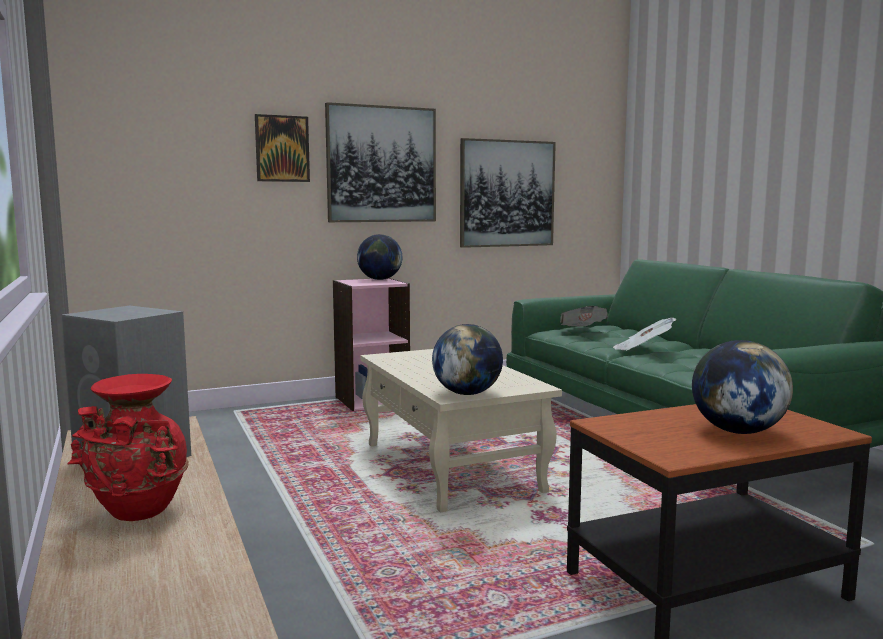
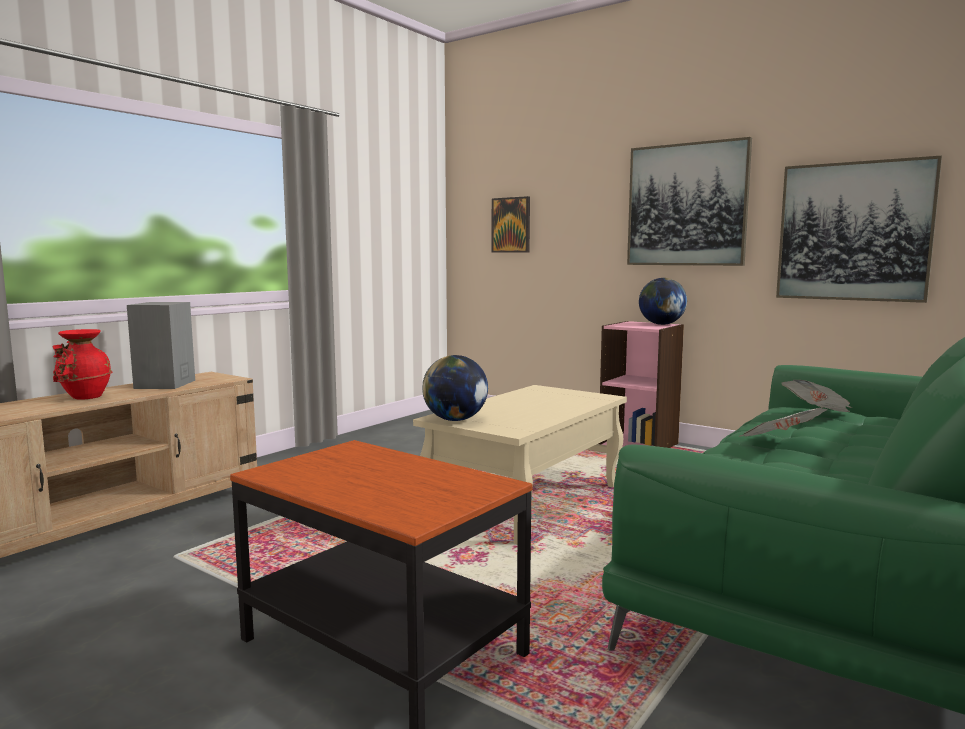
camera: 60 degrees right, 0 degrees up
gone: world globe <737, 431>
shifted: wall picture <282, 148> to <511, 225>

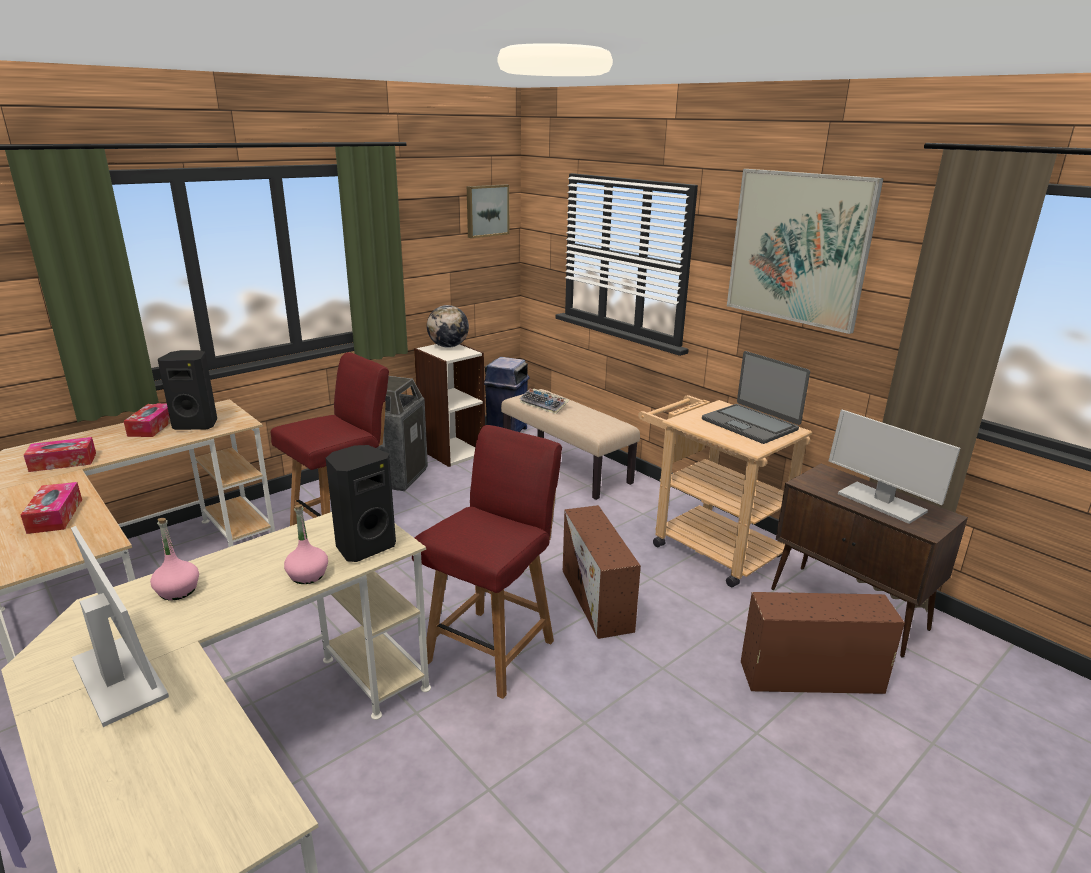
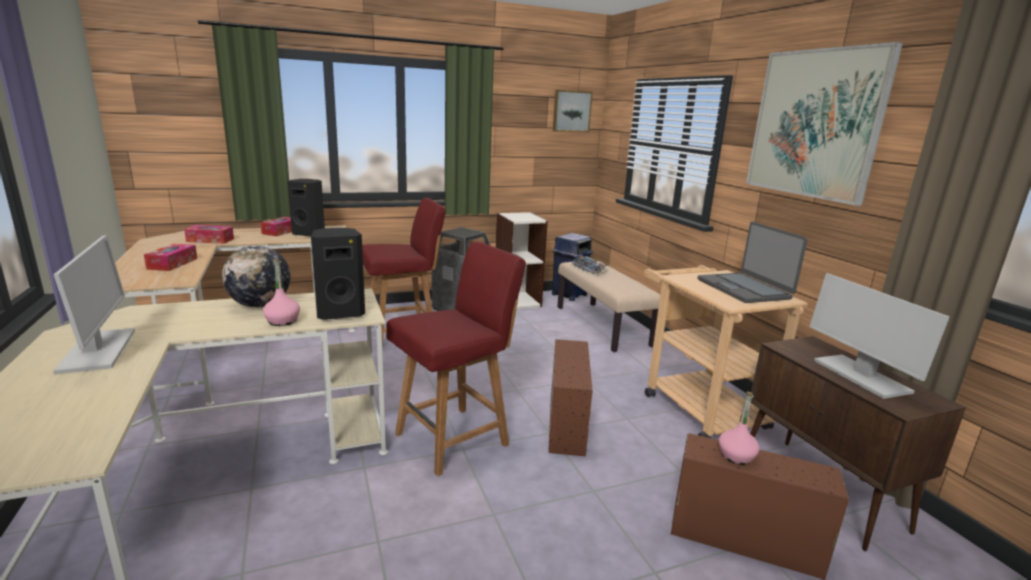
camera: 20 degrees right, 5 degrees down
shifted: world globe <448, 346> to <260, 305>; pink beverage bottle <178, 590> to <736, 456>

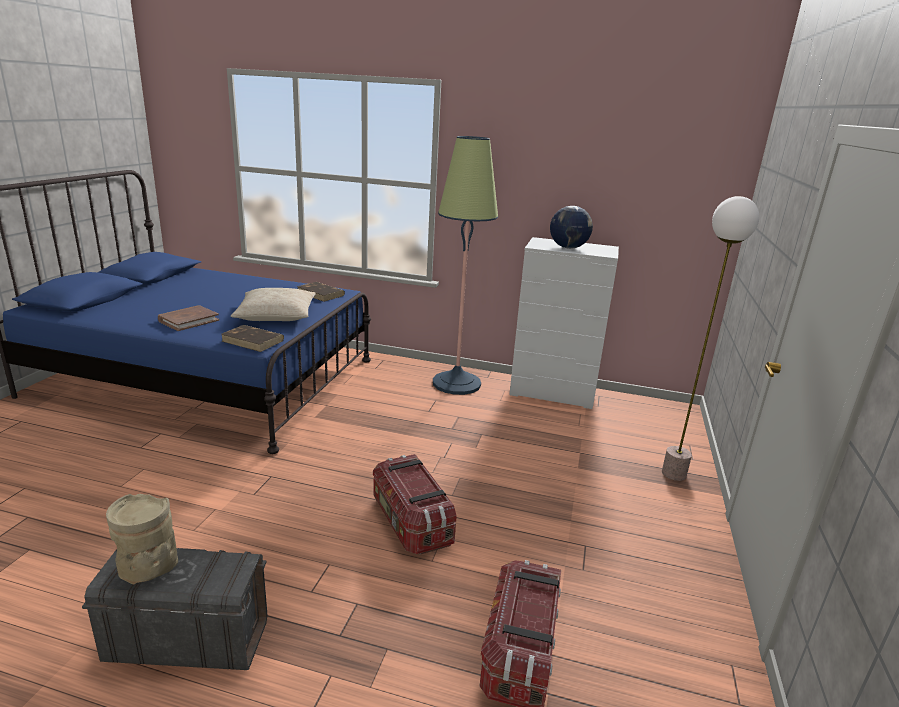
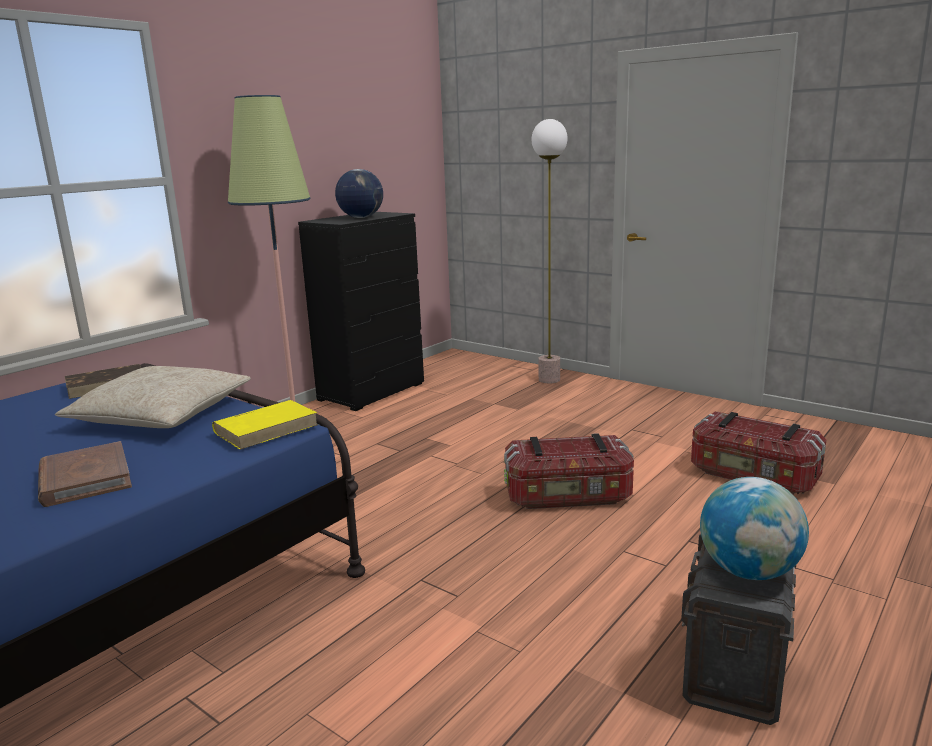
camera: 65 degrees left, 5 degrees down
swapped: beige-coloured vase <148, 570> to world globe <749, 571>
repainted: whitish chest of drawers <553, 392> to black-coloured chest of drawers <372, 392>; brown-coloured book <253, 341> to yellow-coloured book <267, 428>

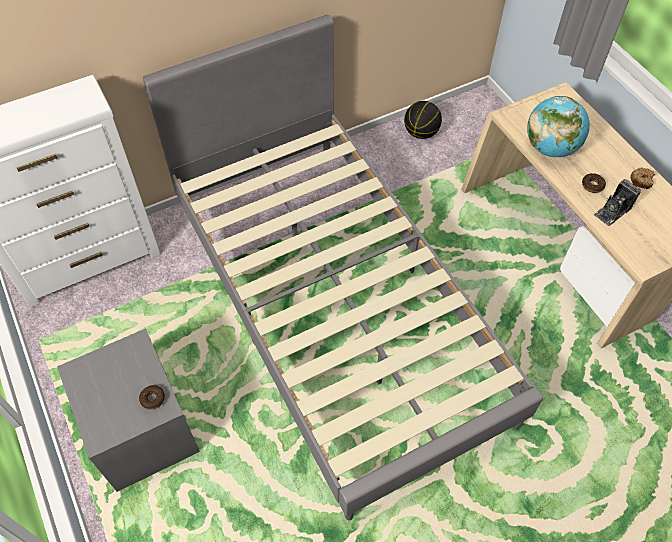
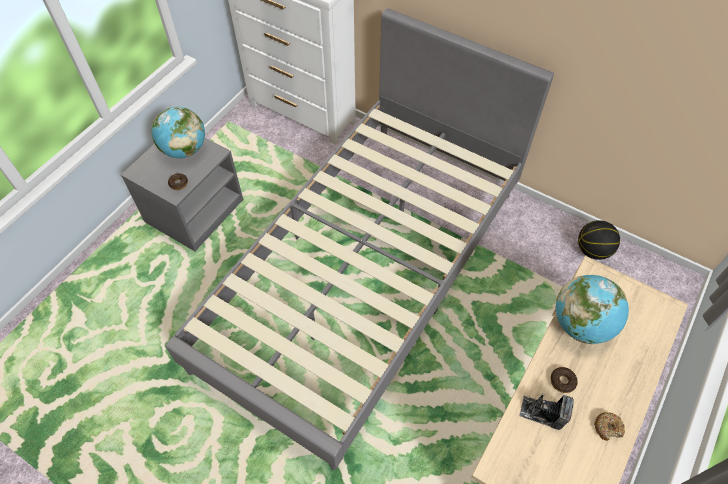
camera: 60 degrees right, 0 degrees up
new: world globe <184, 150>

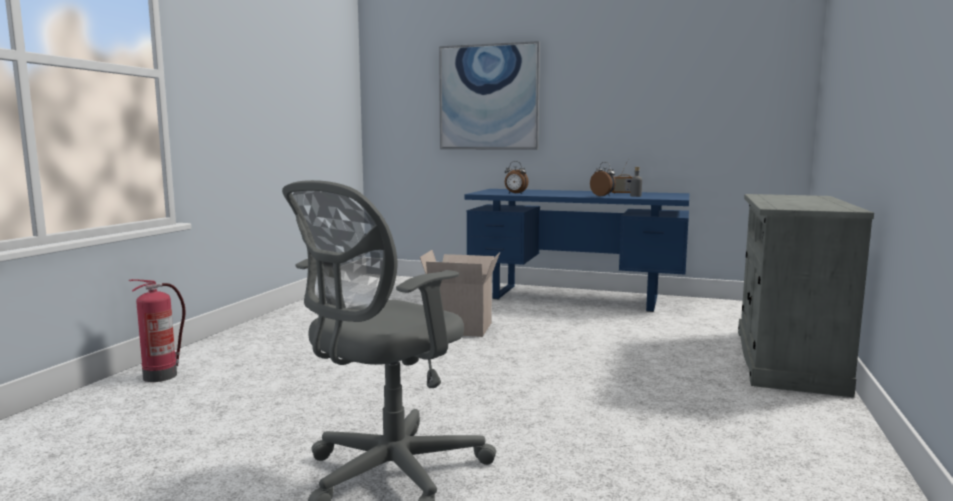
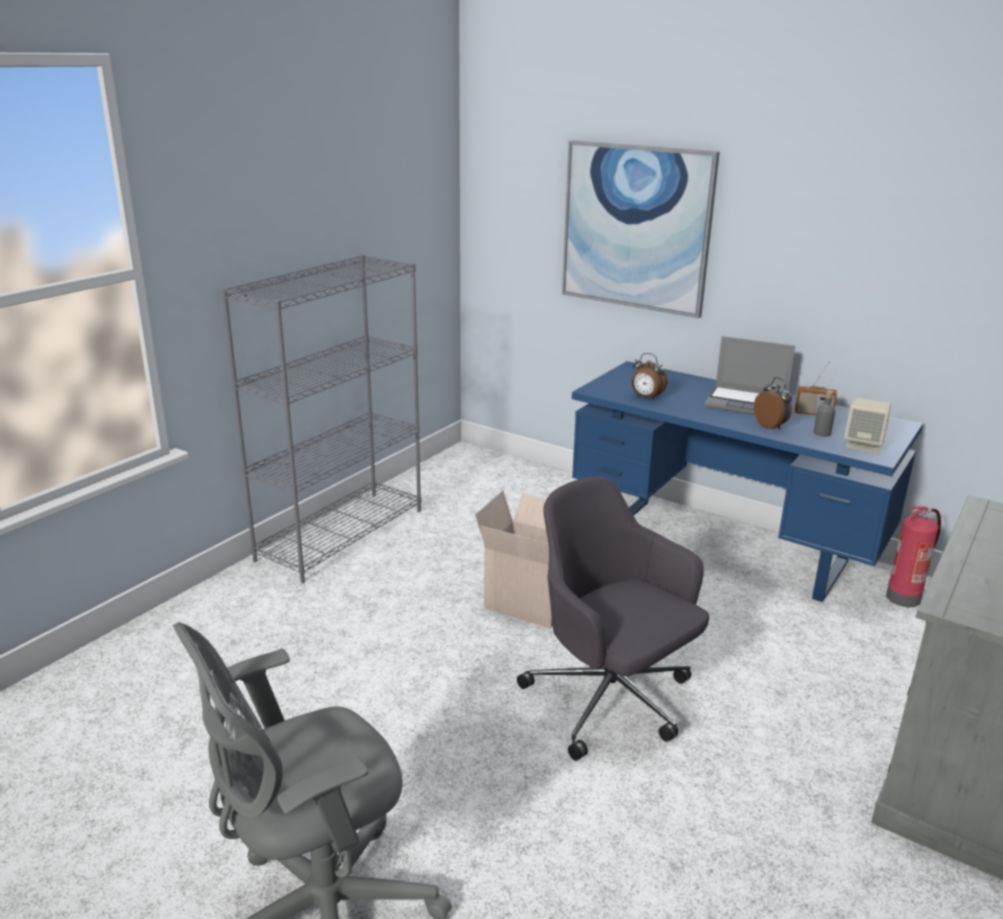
camera: 15 degrees right, 15 degrees up
new: grey bookcase <341, 534>; laptop <747, 404>; beige-coloured speaker <863, 445>; grey computer chair <611, 701>
shifted: fire-fighting cylinder <162, 375> to <904, 597>

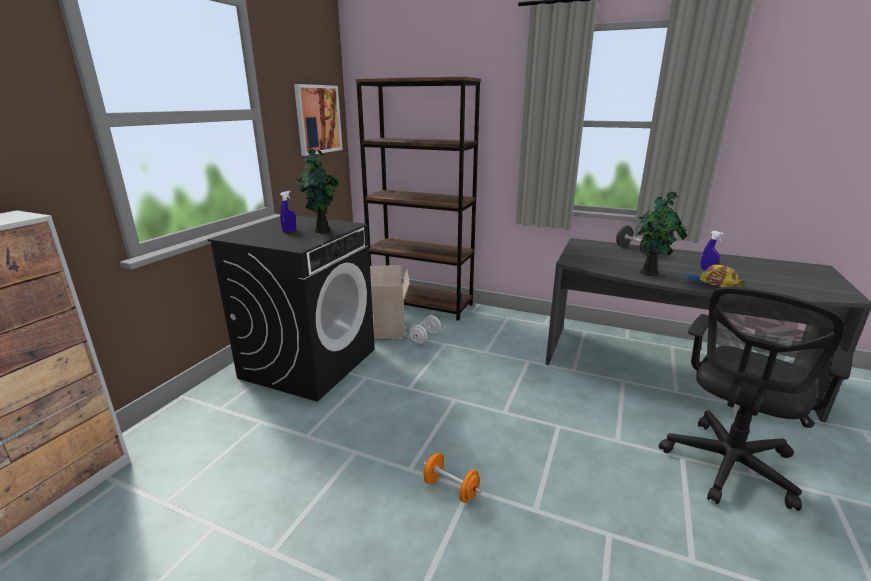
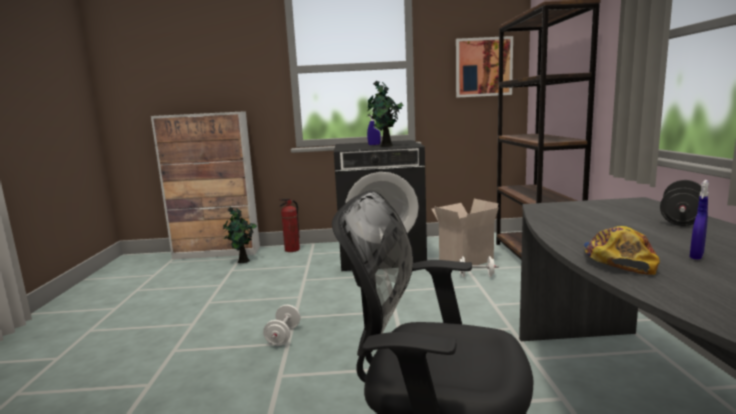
camera: 65 degrees right, 10 degrees down
new: fire-fighting cylinder <292, 250>
shifted: potted plant <650, 273> to <243, 261>
repainted: orange hand weight <451, 489> to whitish hand weight <283, 336>

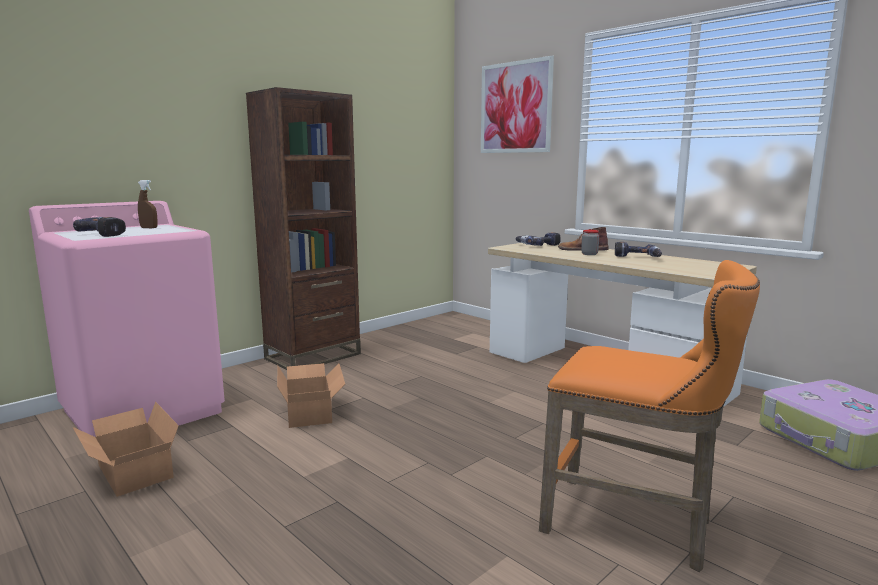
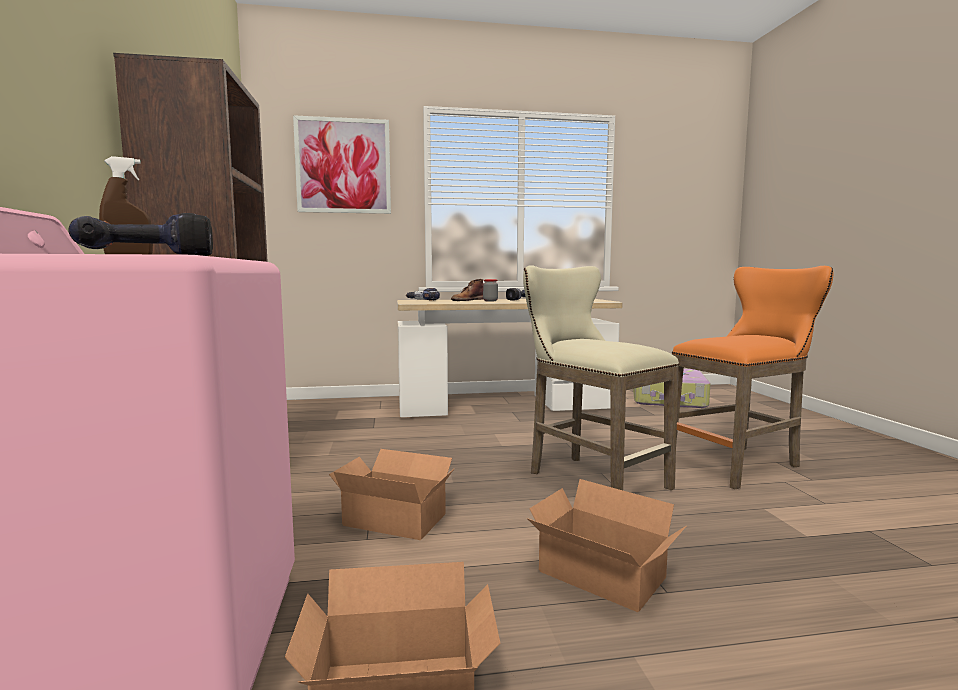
camera: 55 degrees left, 5 degrees down
new: beige-coloured sitting stool <590, 479>; cardboard box <602, 577>

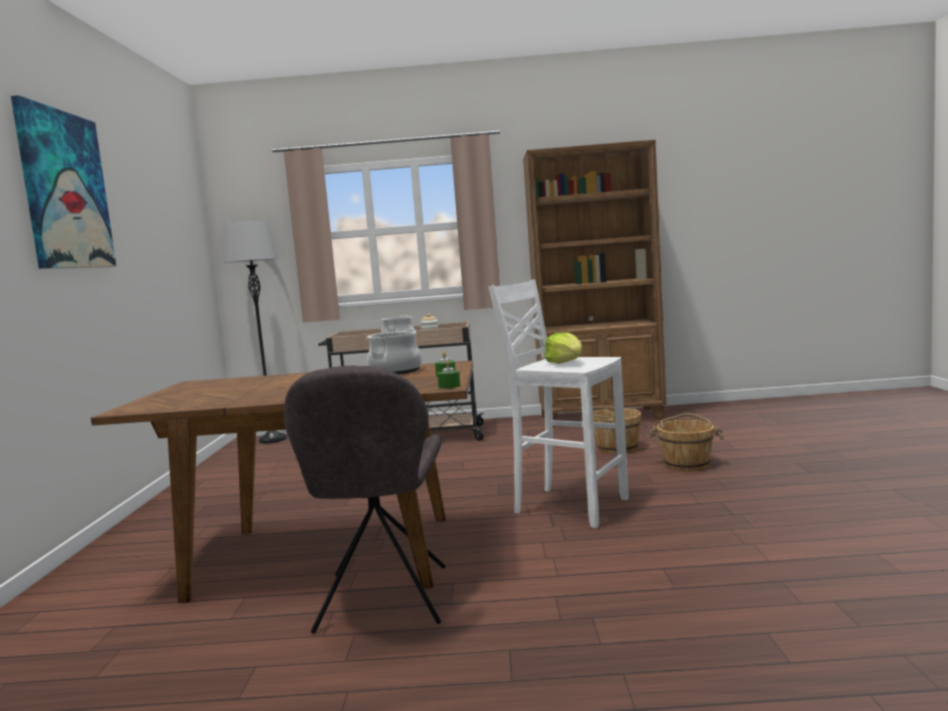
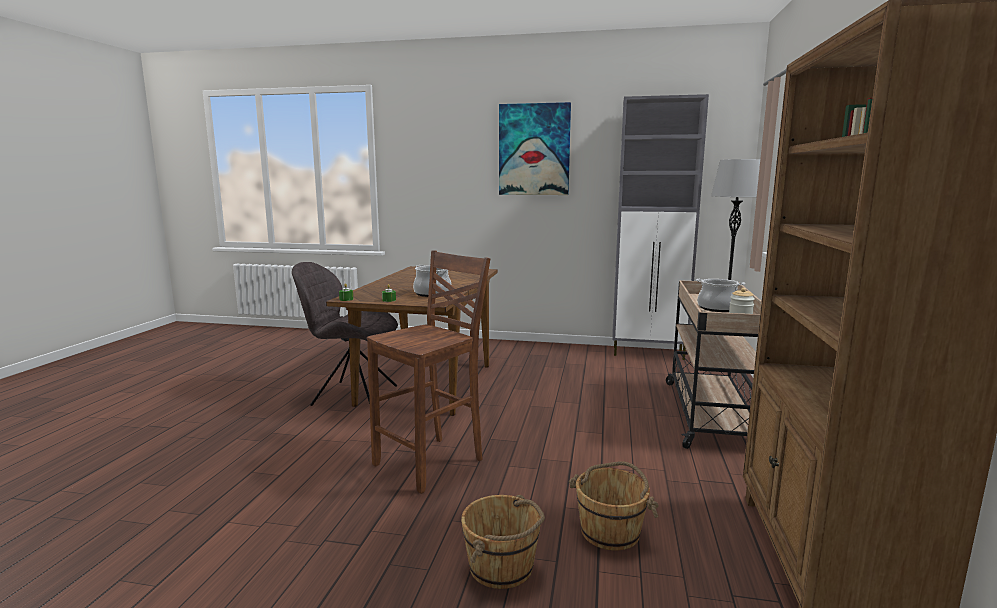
camera: 100 degrees right, 5 degrees up
gone: lettuce head <565, 362>
new: grey cabinet <649, 353>
repainted: whitish sitting stool <568, 506> to brown-coloured sitting stool <432, 462>

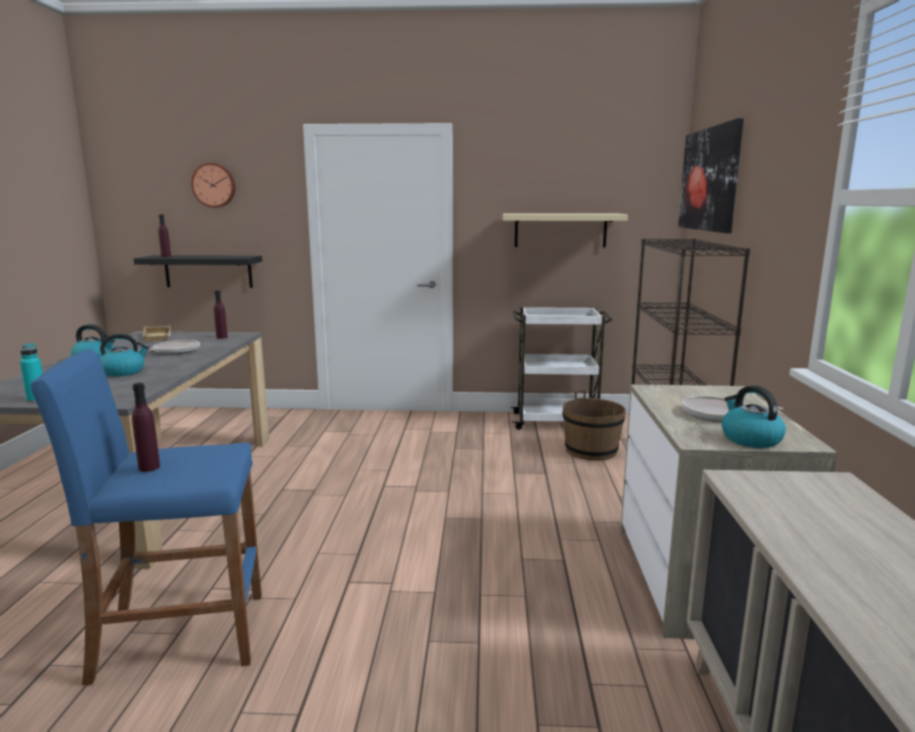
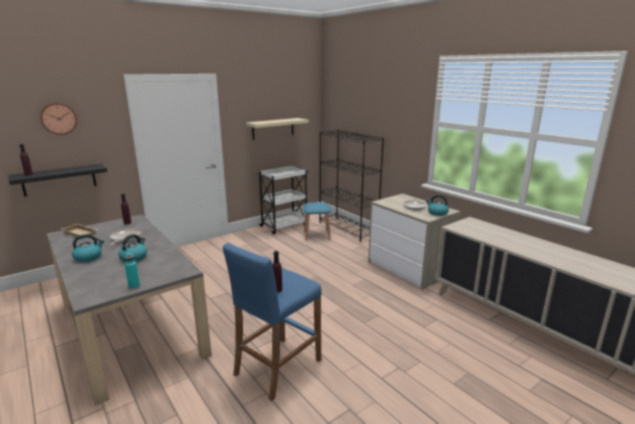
camera: 40 degrees left, 5 degrees up
gone: wall picture <709, 179>
swapped: brown-coloured bucket <591, 451> to blue sitting stool <317, 235>

